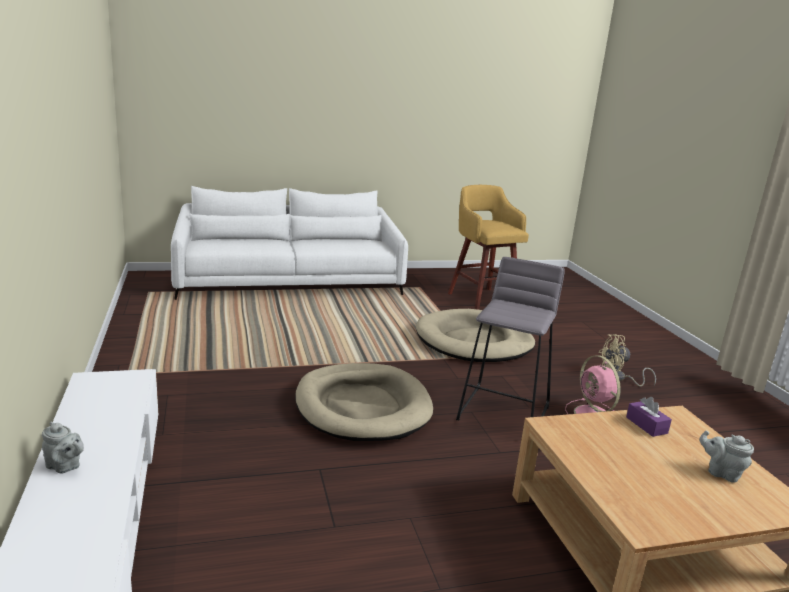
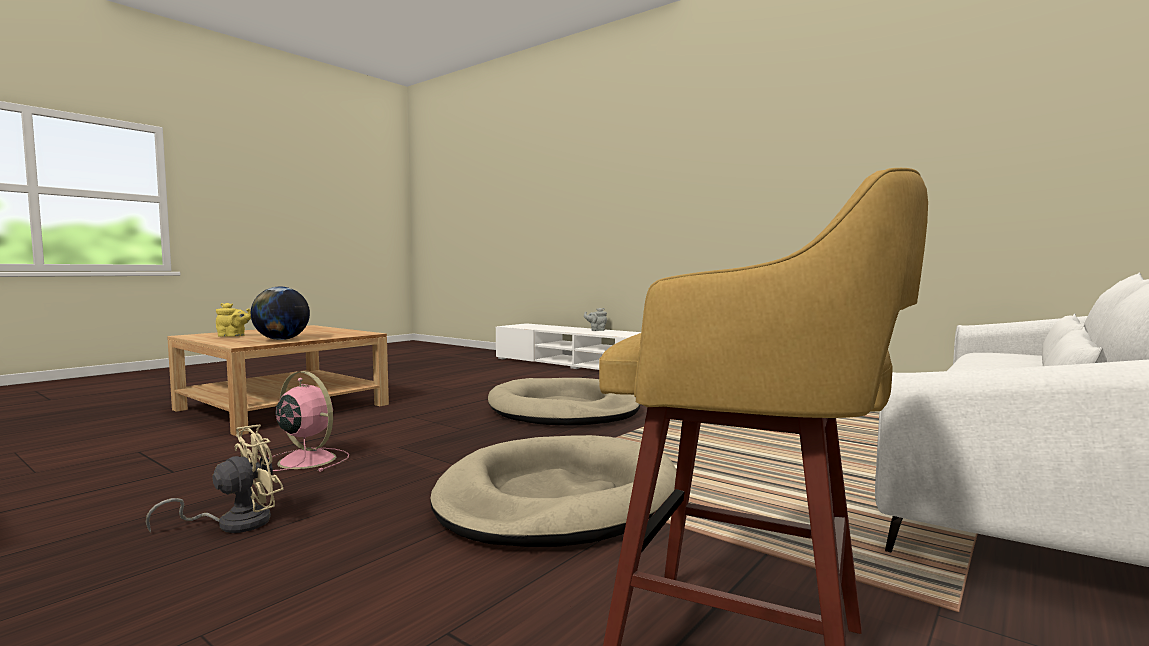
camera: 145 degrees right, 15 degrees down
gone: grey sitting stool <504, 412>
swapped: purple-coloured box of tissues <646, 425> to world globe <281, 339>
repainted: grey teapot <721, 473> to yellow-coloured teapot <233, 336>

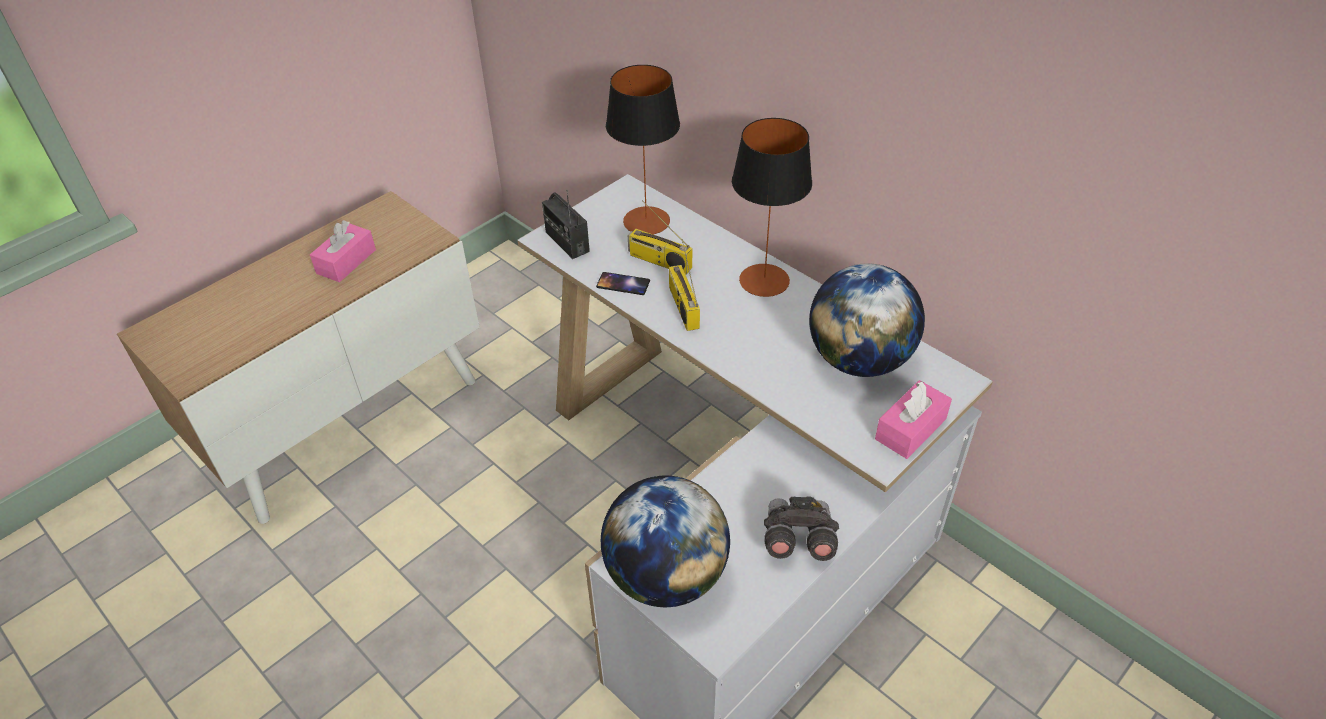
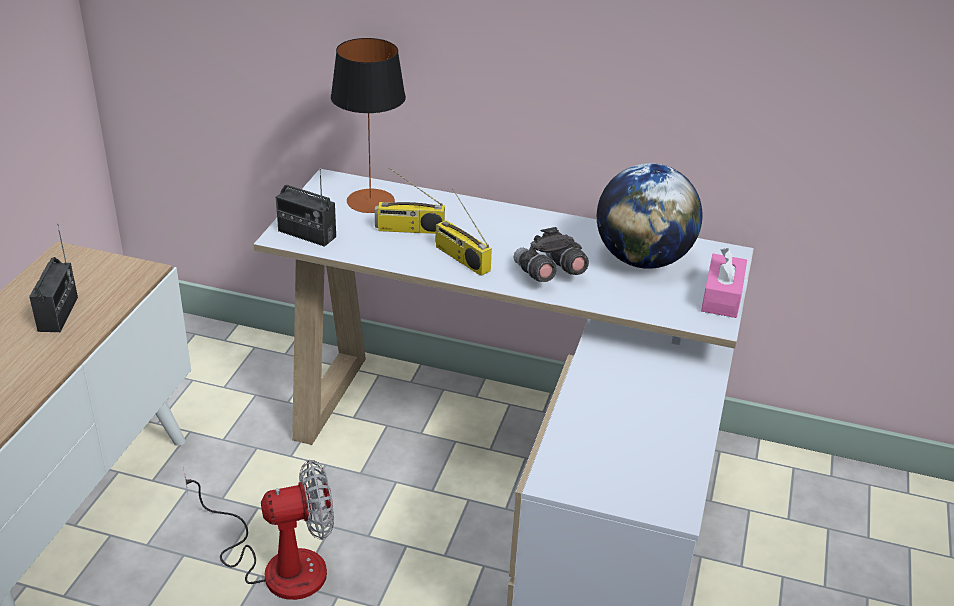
camera: 30 degrees left, 10 degrees down
gone: table lamp <764, 280>; handset <623, 284>; world globe <666, 576>
new: electric fan <277, 563>
shifted: grey binoculars <797, 540> to <548, 274>
swapped: pink box of tissues <346, 261> to radio receiver <58, 314>

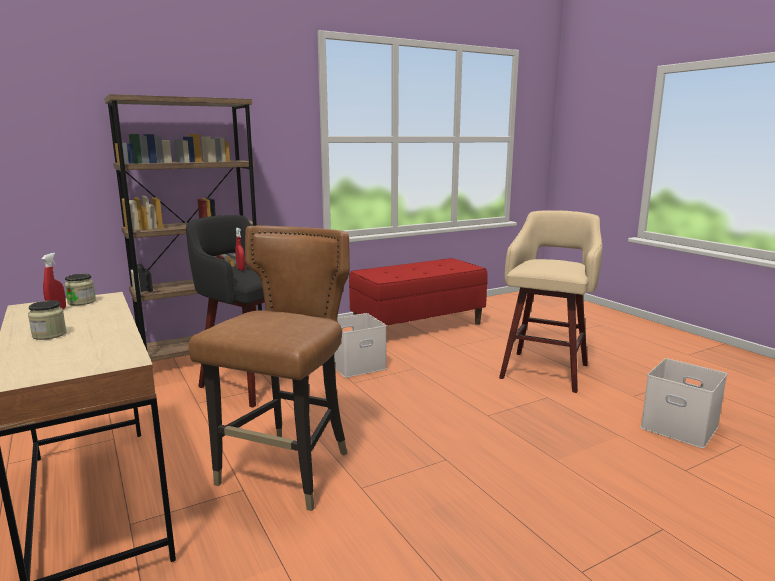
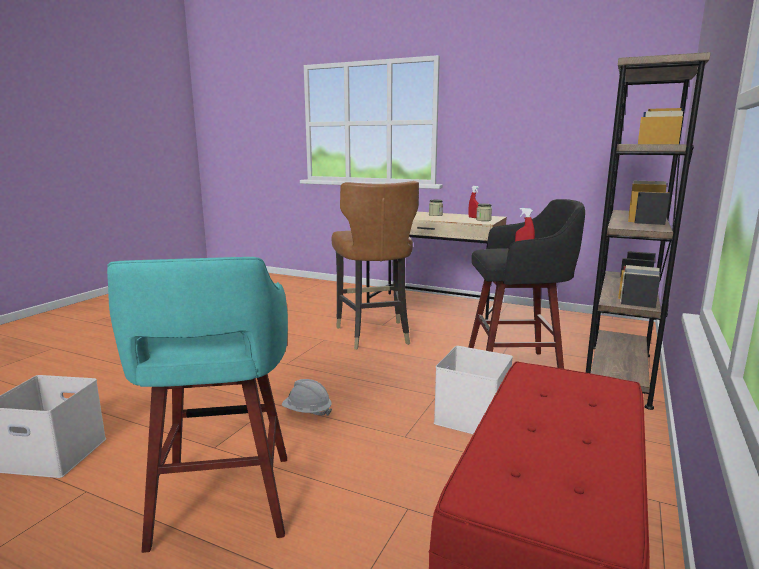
camera: 145 degrees right, 0 degrees up
new: whitish hard hat <307, 412>
repainted: beige-coloured sitting stool <545, 370> to turquoise sitting stool <222, 503>

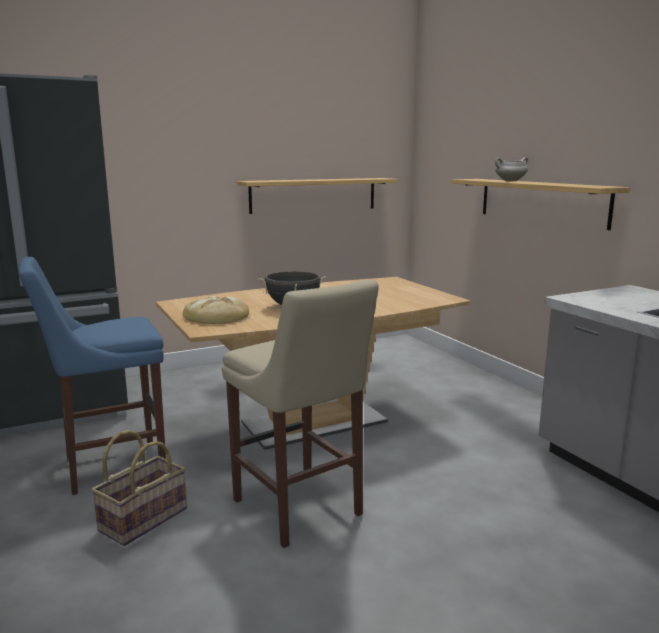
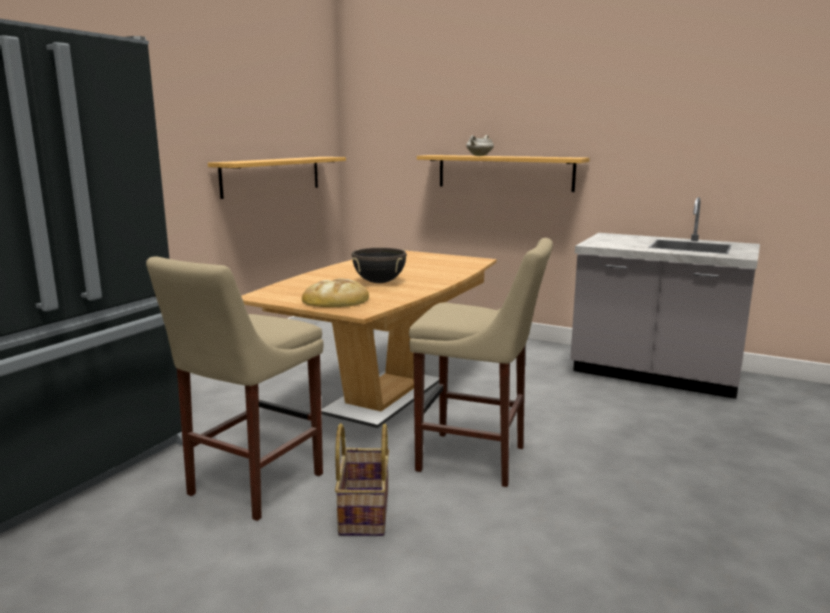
camera: 35 degrees left, 0 degrees up
repainted: blue sitting stool <108, 466> to beige-coloured sitting stool <250, 486>

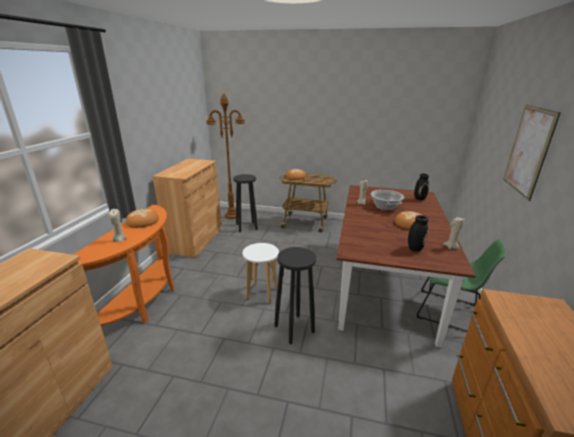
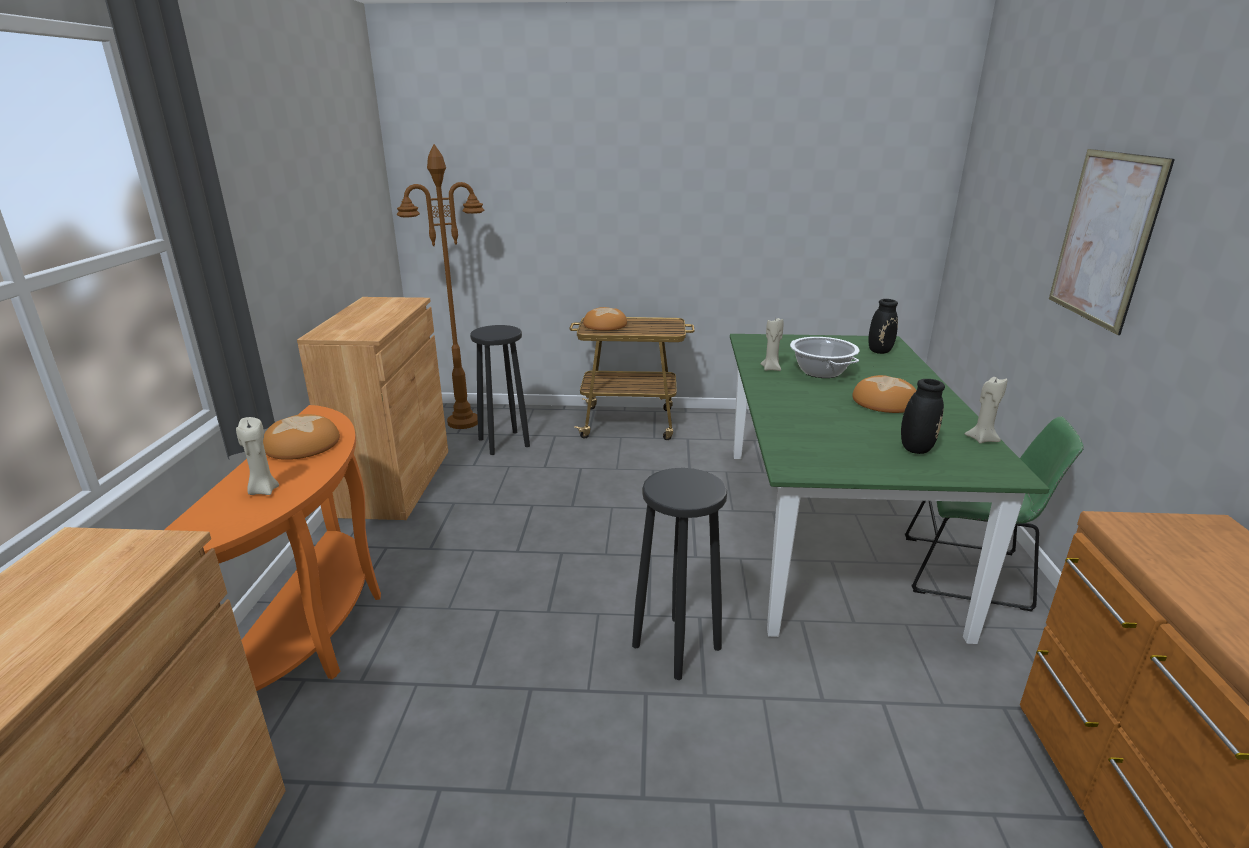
camera: 10 degrees left, 0 degrees up
gone: whitish sitting stool <262, 293>
repainted: brown-coloured dining table <385, 283> to green-coloured dining table <831, 531>

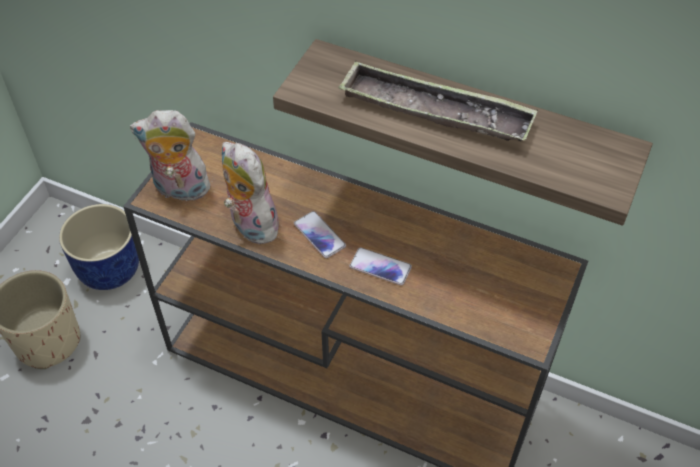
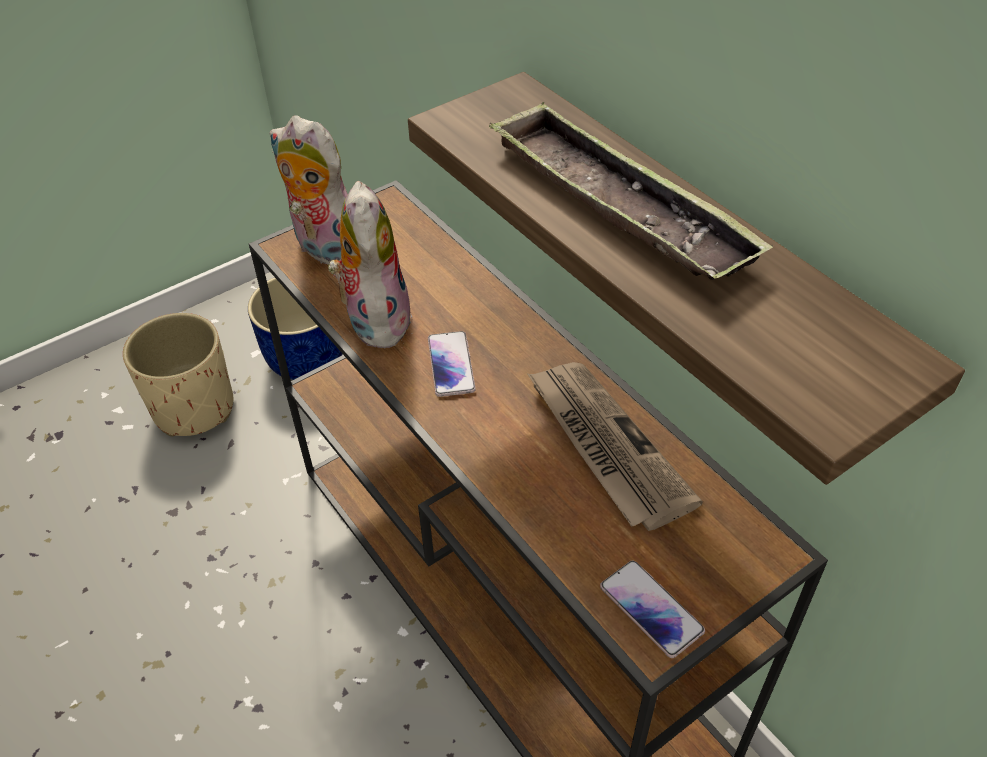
camera: 30 degrees right, 5 degrees down
new: daily paper <605, 445>
shifted: handset <380, 267> to <651, 609>

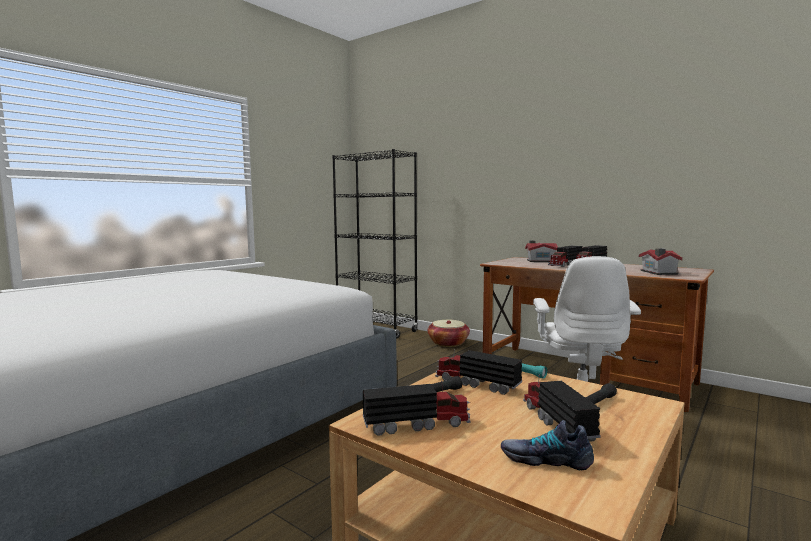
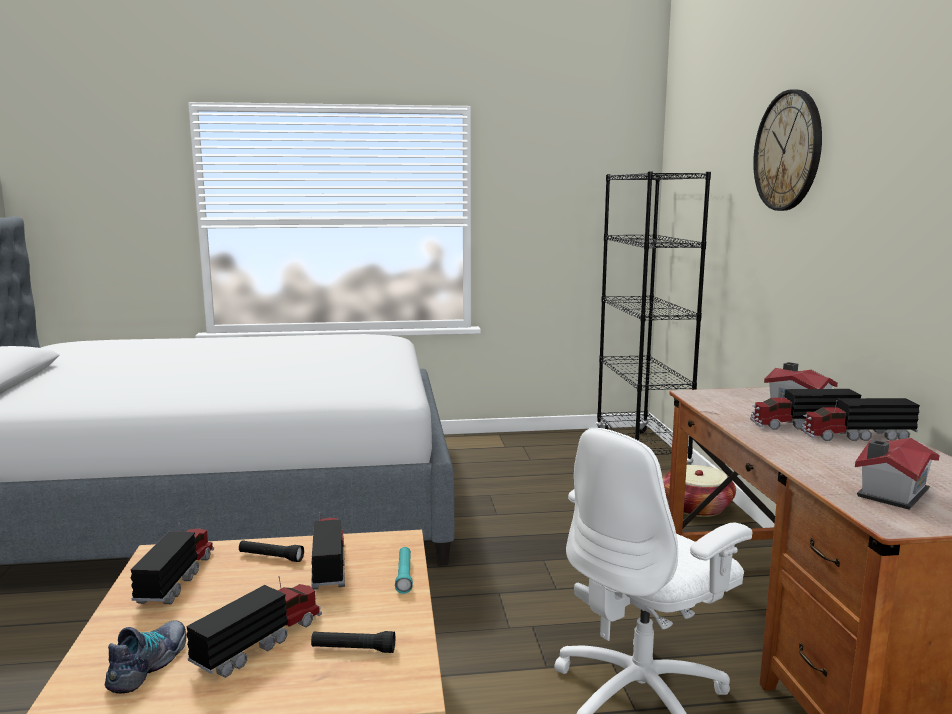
camera: 45 degrees right, 5 degrees up
new: clock on the wall <788, 151>
rotated: model truck <417, 424> = <177, 577> 120 degrees counterclockwise; shoe <545, 459> = <150, 664> 45 degrees clockwise

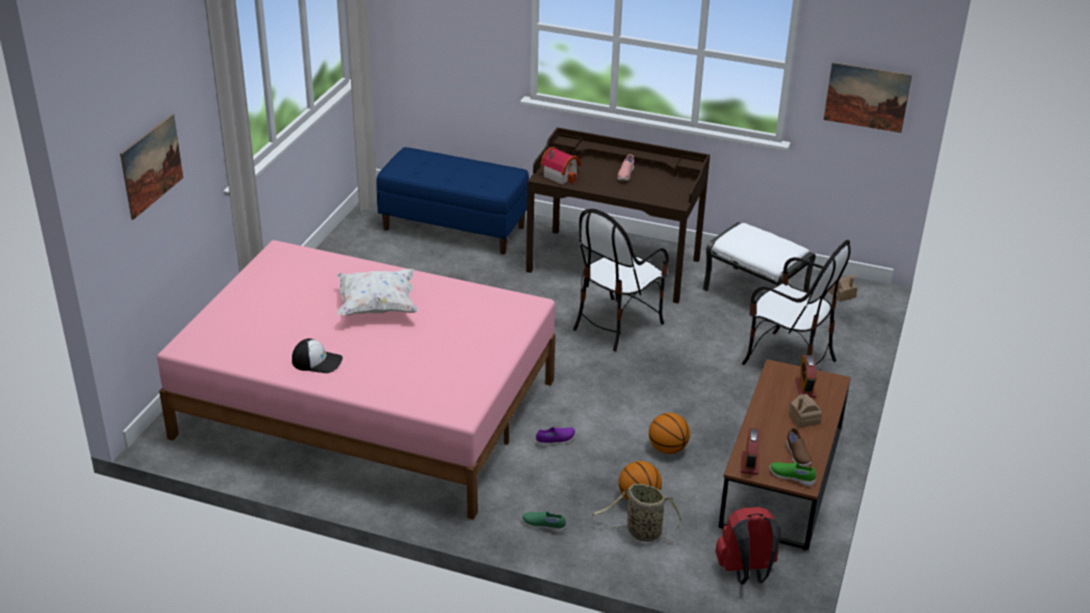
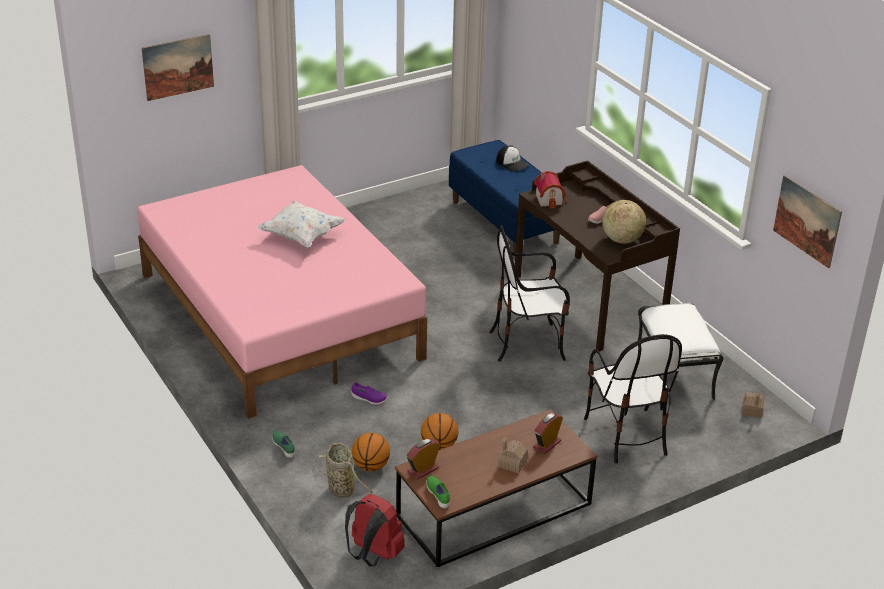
camera: 40 degrees right, 0 degrees up
gone: brown-coloured shoe <797, 455>
new: world globe <621, 240>
shifted: cap <317, 361> to <512, 163>

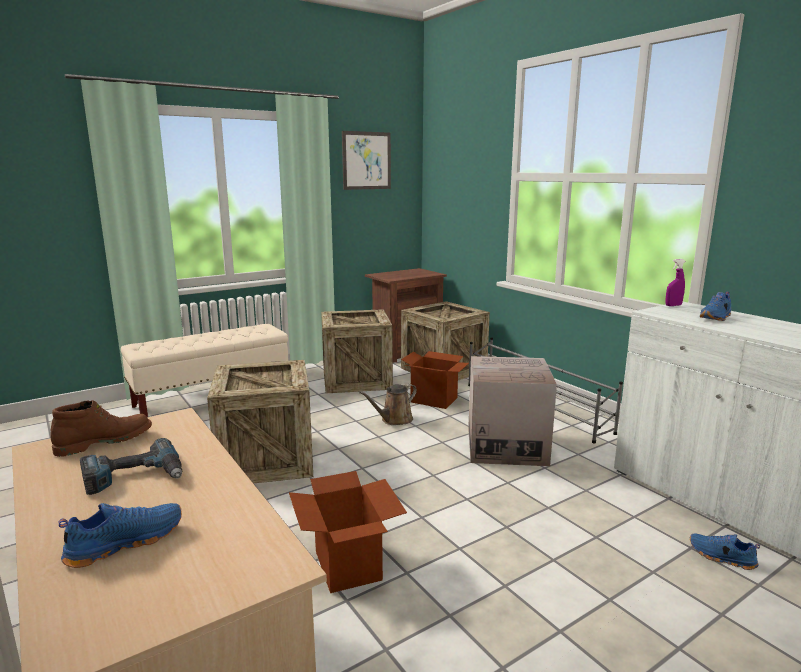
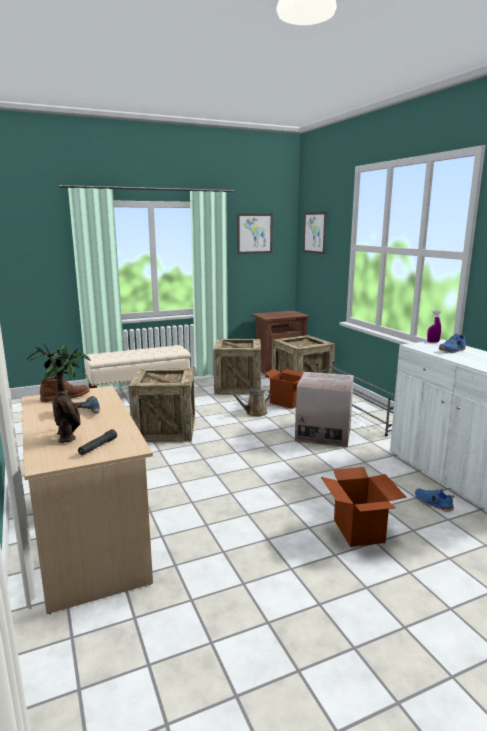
camera: 10 degrees right, 0 degrees up
new: wall picture <314, 232>; black-coloured flashlight <98, 447>
shifted: cardboard box <348, 565> to <359, 531>
swapped: blue shoe <125, 542> to potted plant <68, 435>

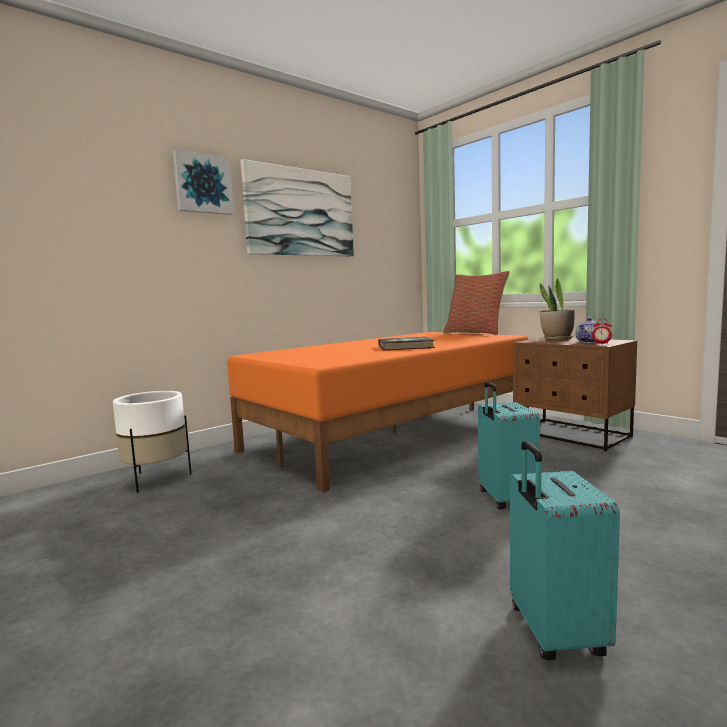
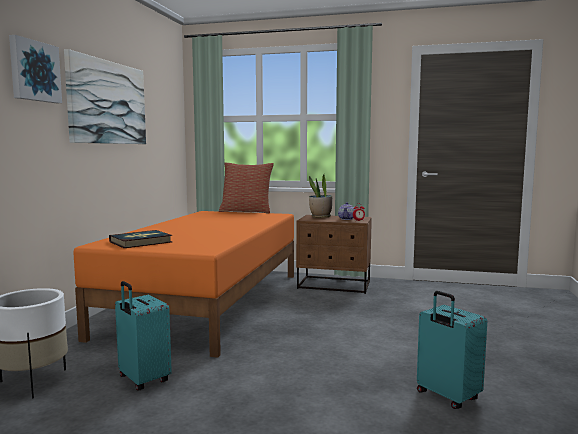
camera: 35 degrees left, 0 degrees up
shifted: book <405, 347> to <141, 242>; turquoise piece of luggage <505, 499> to <143, 380>

